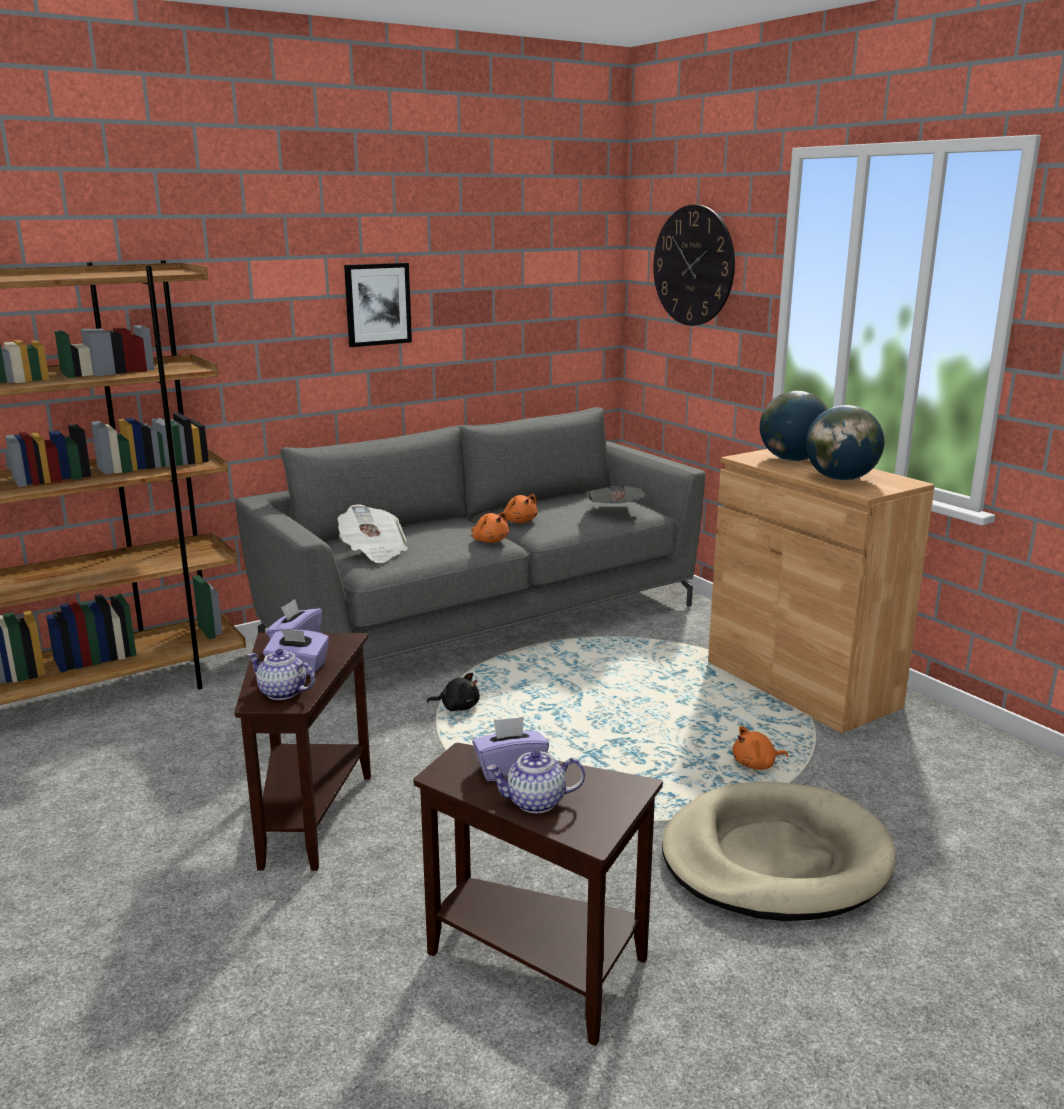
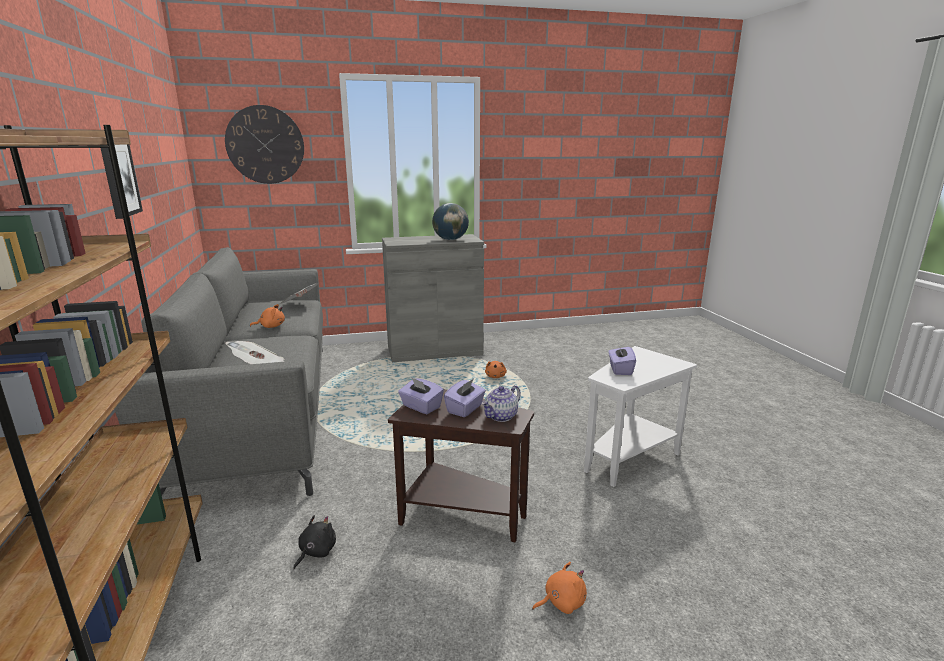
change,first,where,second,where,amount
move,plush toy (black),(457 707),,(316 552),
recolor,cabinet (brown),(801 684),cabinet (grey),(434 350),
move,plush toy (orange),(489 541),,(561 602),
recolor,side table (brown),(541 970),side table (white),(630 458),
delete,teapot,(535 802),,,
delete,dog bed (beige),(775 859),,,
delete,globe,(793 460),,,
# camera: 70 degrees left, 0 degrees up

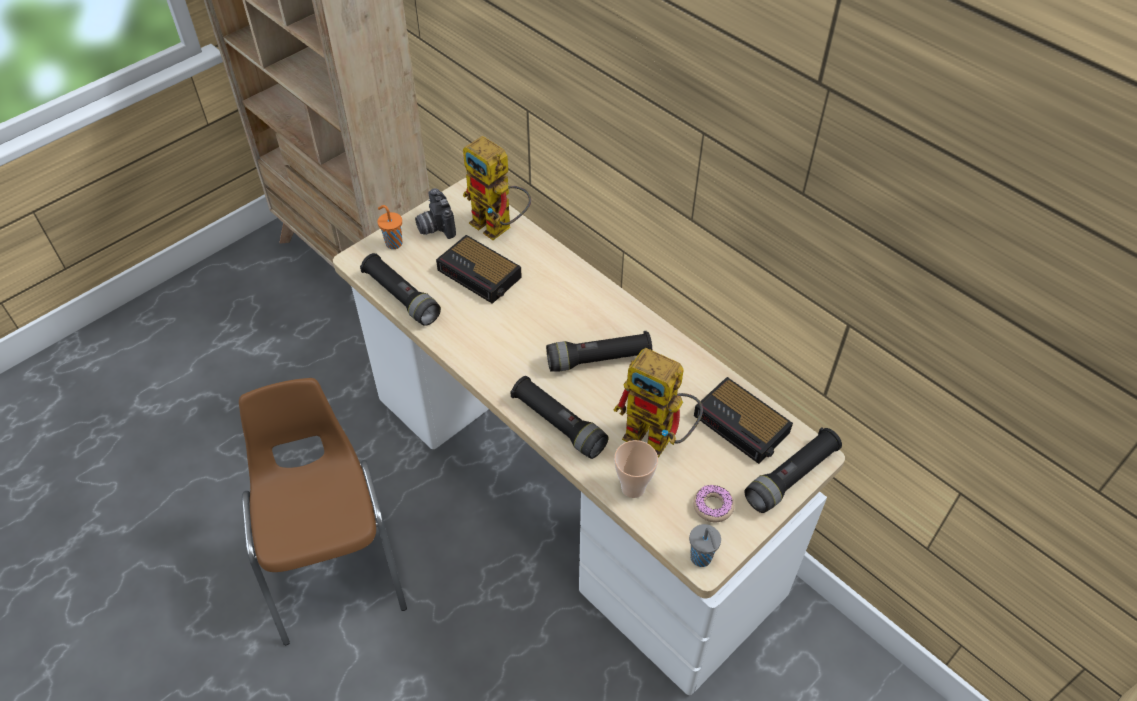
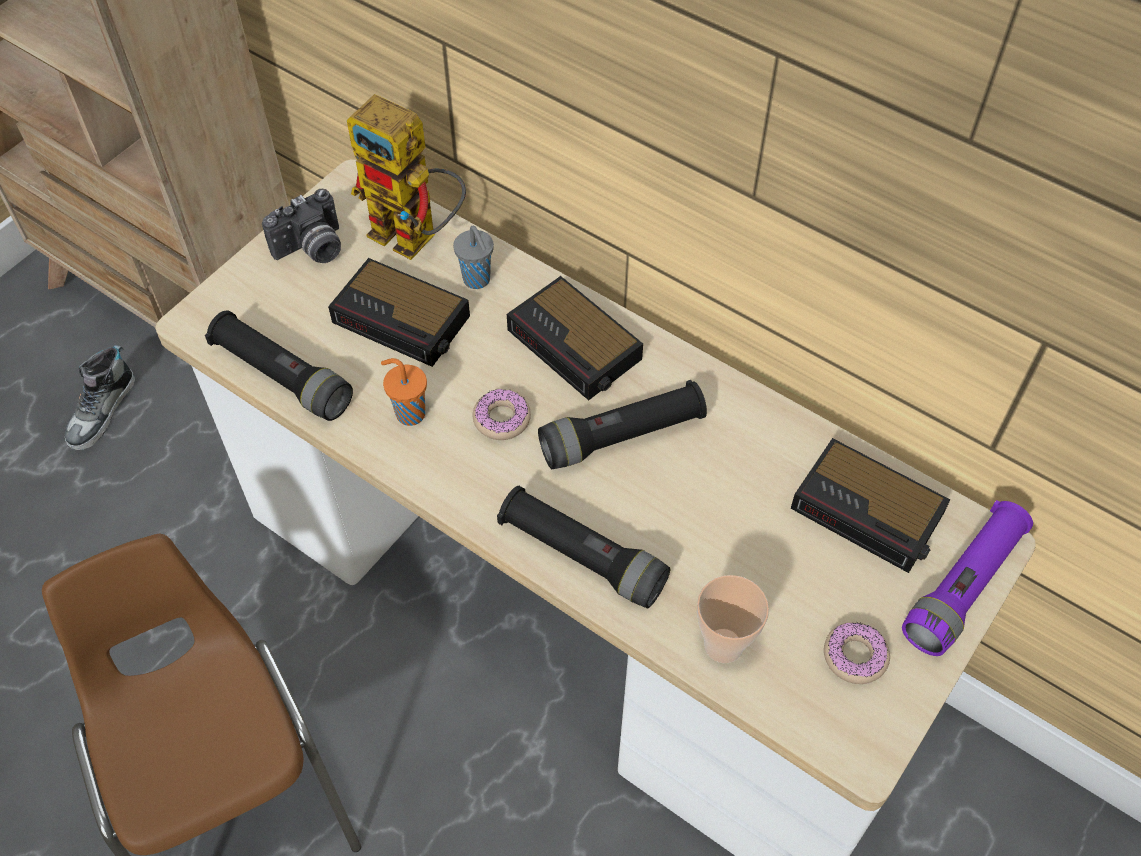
change,first,where,second,where,amount
insert,,,shoe,(102 411),
rotate,photo camera,(434 227),,(312 249),90 degrees counterclockwise
move,cup (orange),(393 243),,(409 413),
move,cup (grey),(701 559),,(477 280),
insert,,,donut,(502 419),
insert,,,alarm clock,(576 346),
recolor,flashlight (black),(791 477),flashlight (purple),(963 587),
delete,toy robot,(659 439),,,
# camera: 10 degrees left, 5 degrees up

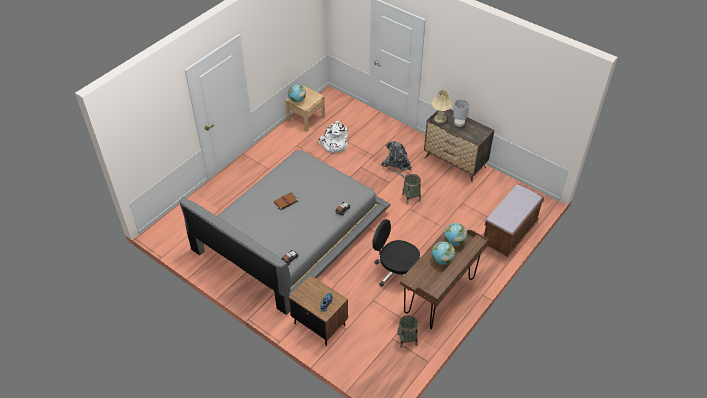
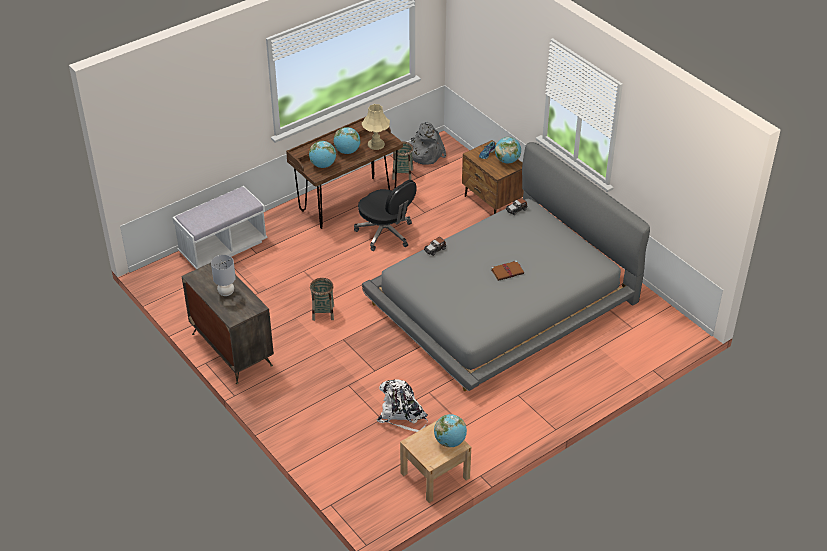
change,first,where,second,where,amount
recolor,bench (brown),(509 233),bench (white),(223 247),
move,table lamp (beige),(440 118),,(376 144),
move,backpack (grey),(397 165),,(424 154),
insert,,,globe,(507 160),
# camera: 165 degrees left, 5 degrees down

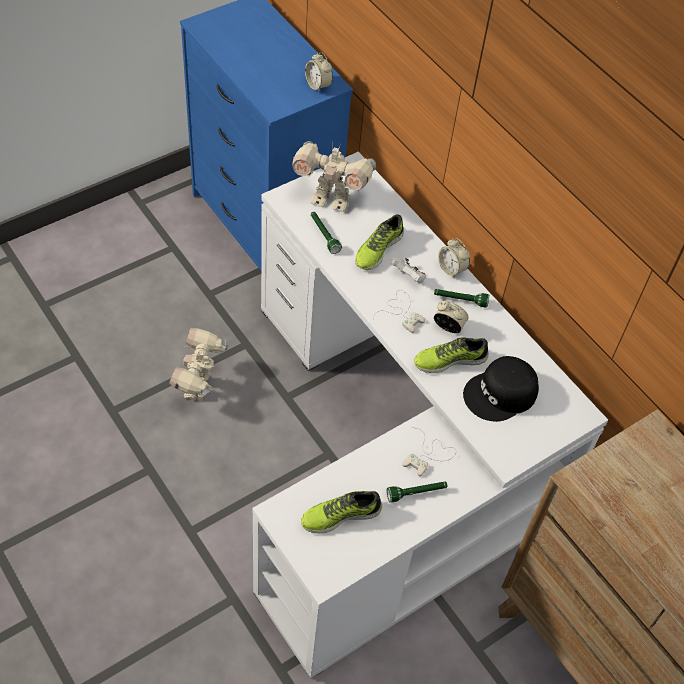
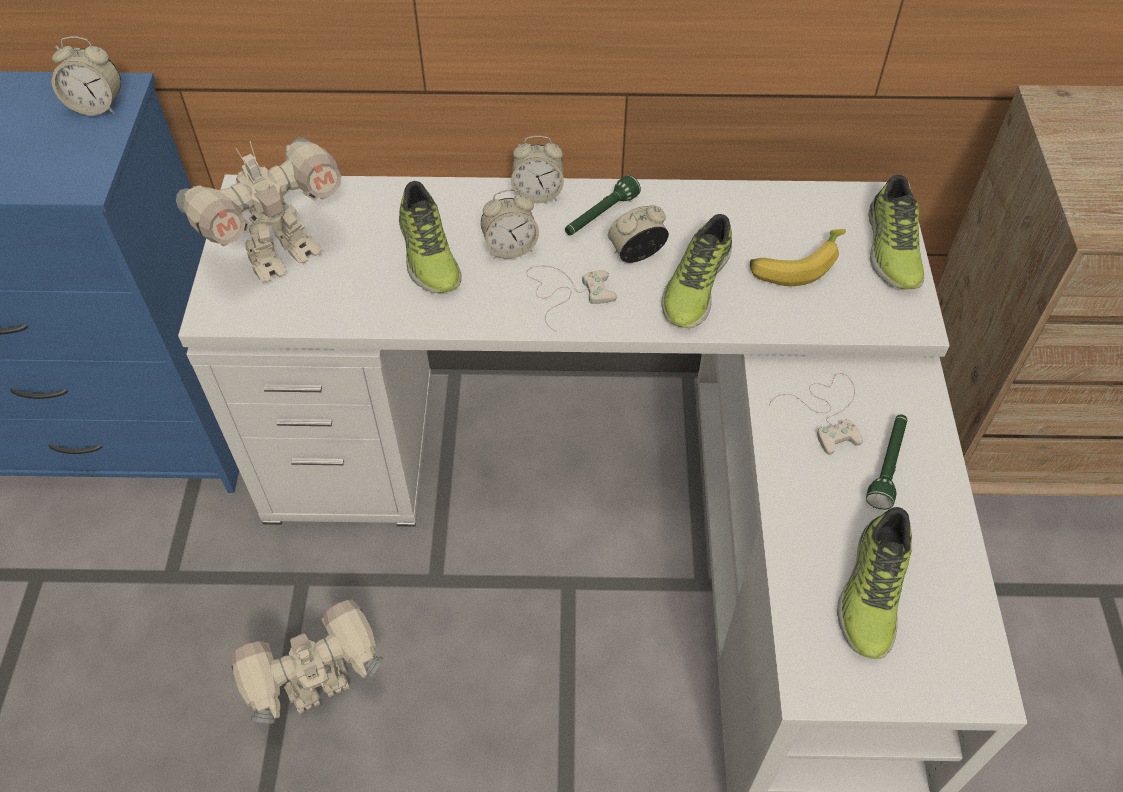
change,first,where,second,where,amount
rotate,toy robot,(200 387),,(322 692),105 degrees clockwise
replace,game controller (white),(408 277),alarm clock,(510 248),
replace,cap (black),(501 394),banana,(795 263),
insert,,,shoe,(891 248),
delete,flashlight (green),(324 235),,,
# camera: 50 degrees left, 0 degrees up

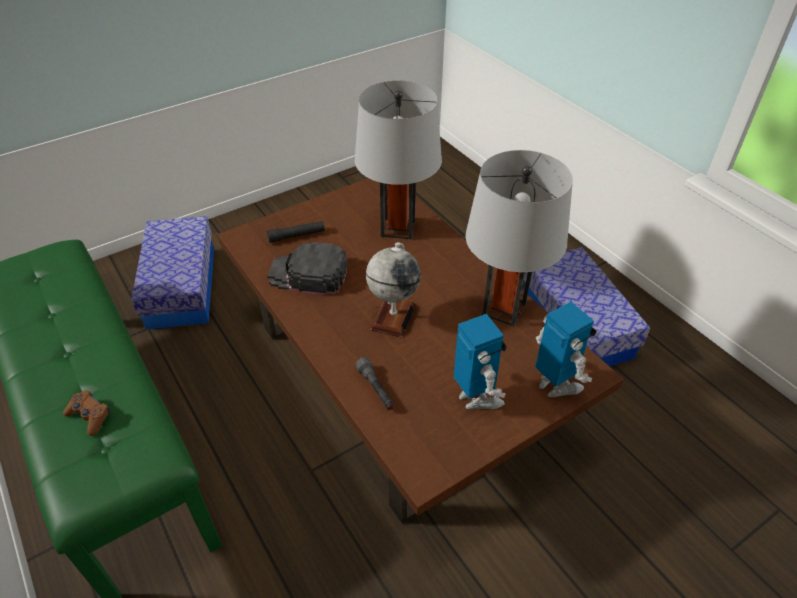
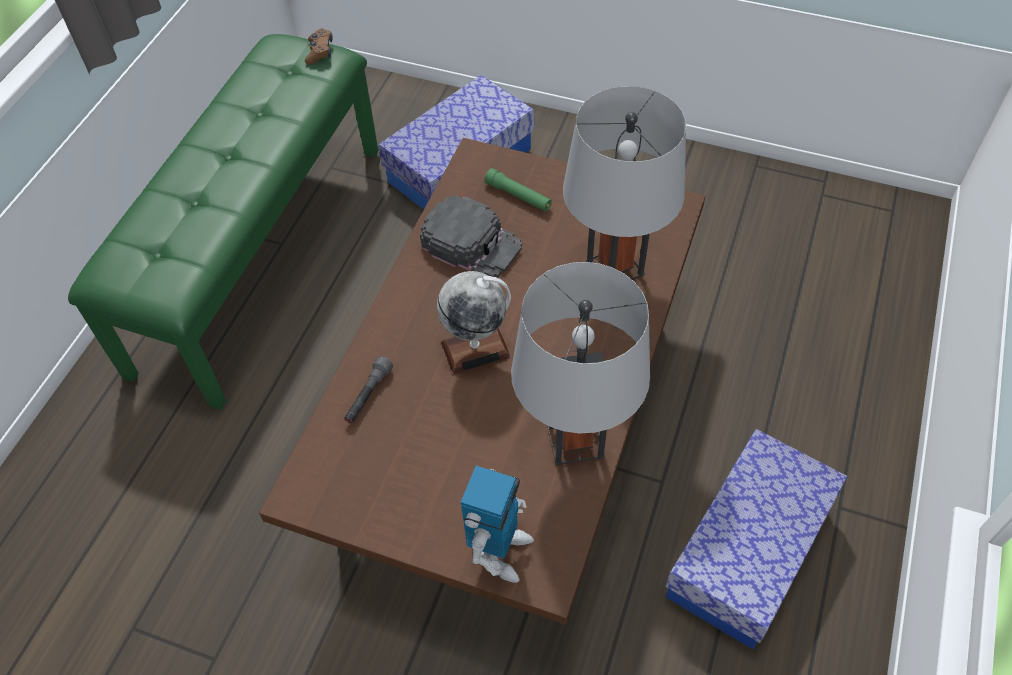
change,first,where,second,where,amount
move,game controller (brown),(90 416),,(320 52),
rotate,cap (black),(308 274),,(472 243),150 degrees clockwise
recolor,flashlight (black),(297 236),flashlight (green),(518 196),
delete,toy robot,(476 397),,,
# camera: 55 degrees right, 10 degrees up

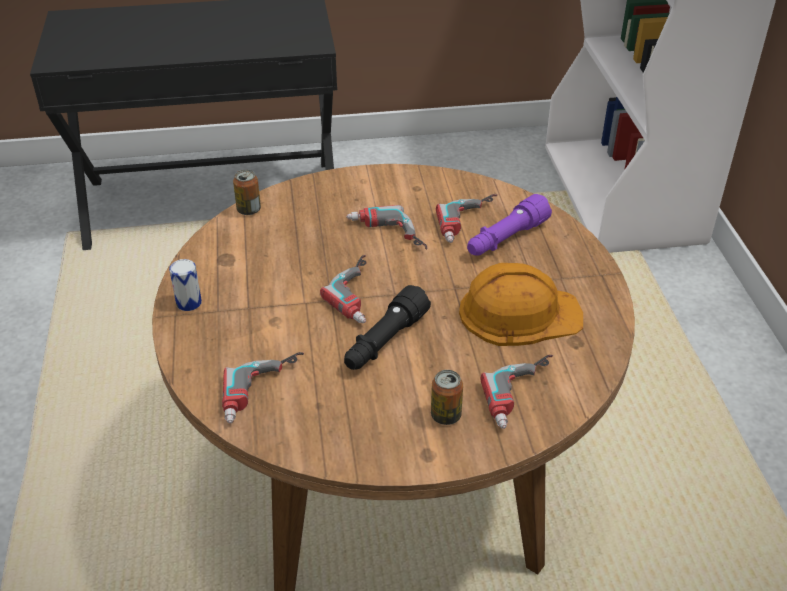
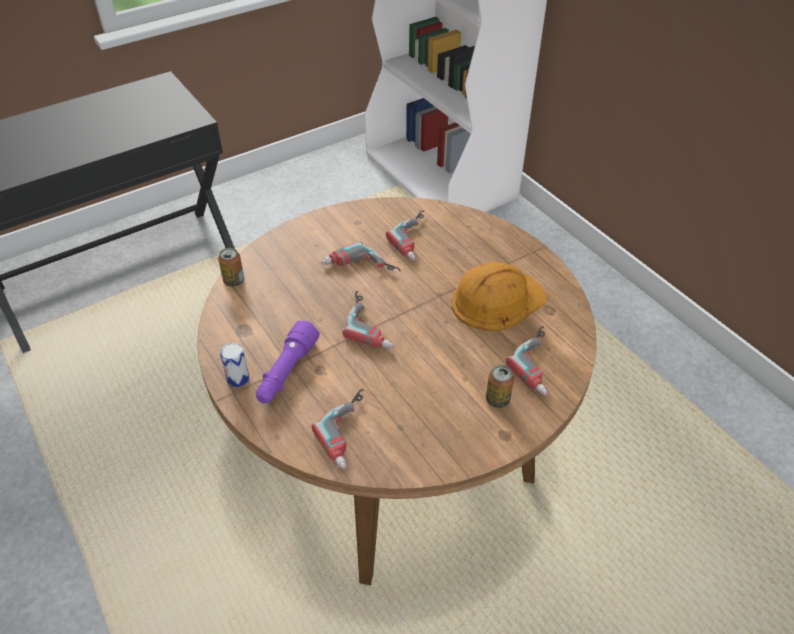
change,first,where,second,where,amount
move,flashlight (purple),(505 239),,(287 372),
delete,flashlight (black),(384 341),,,
# camera: 25 degrees left, 5 degrees up

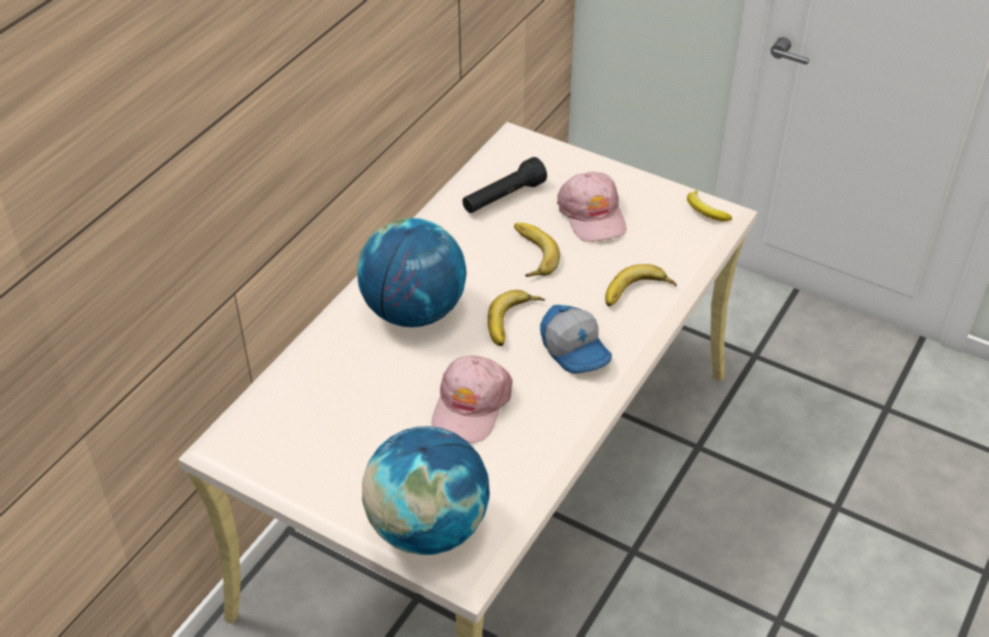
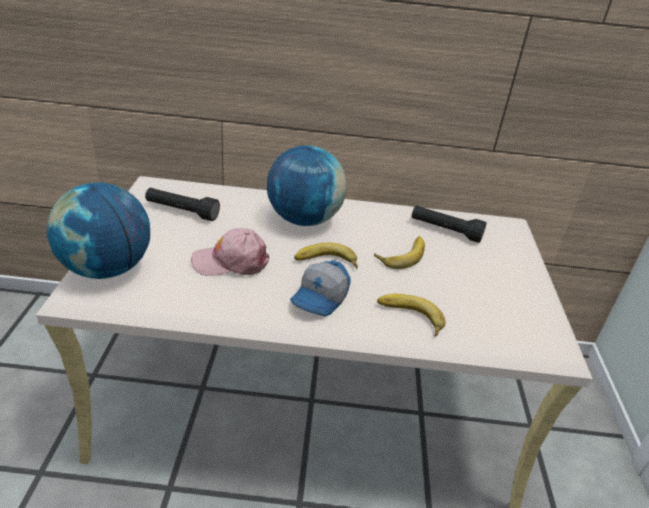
change,first,where,second,where,amount
insert,,,flashlight (black),(182 211),
delete,cap (pink),(592 215),,,
delete,banana,(705 211),,,
# camera: 60 degrees right, 10 degrees down

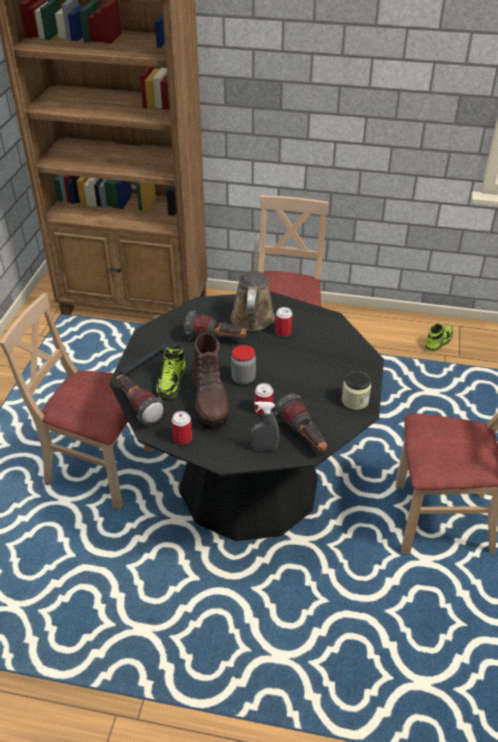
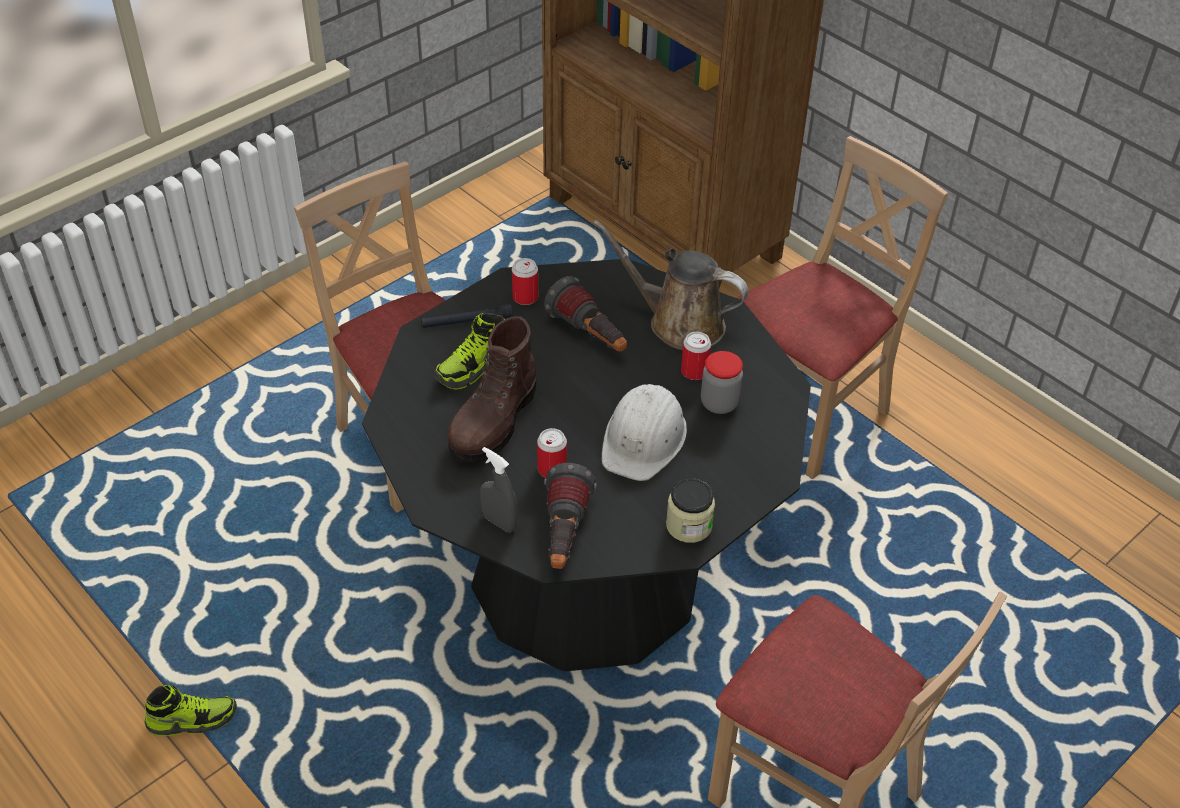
change,first,where,second,where,amount
move,shoe,(438 342),,(192 719),
move,can,(182 438),,(525 297),
rotate,watering can (brown),(252 314),,(679 323),105 degrees counterclockwise
insert,,,hard hat (white),(644 438),
move,jar,(243 378),,(719 403),
delete,flashlight,(138 407),,,
# camera: 35 degrees right, 5 degrees up

